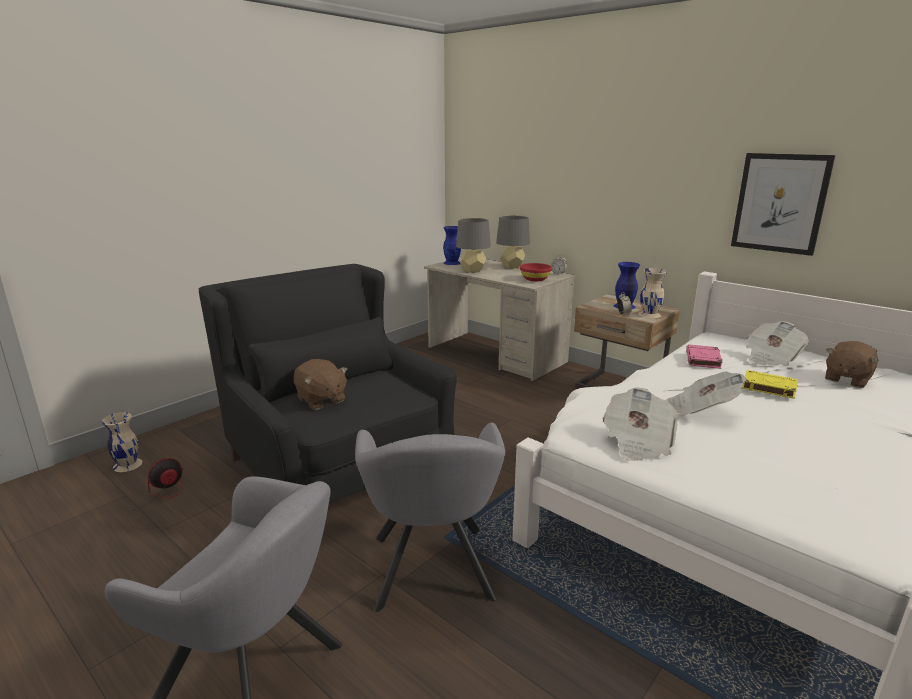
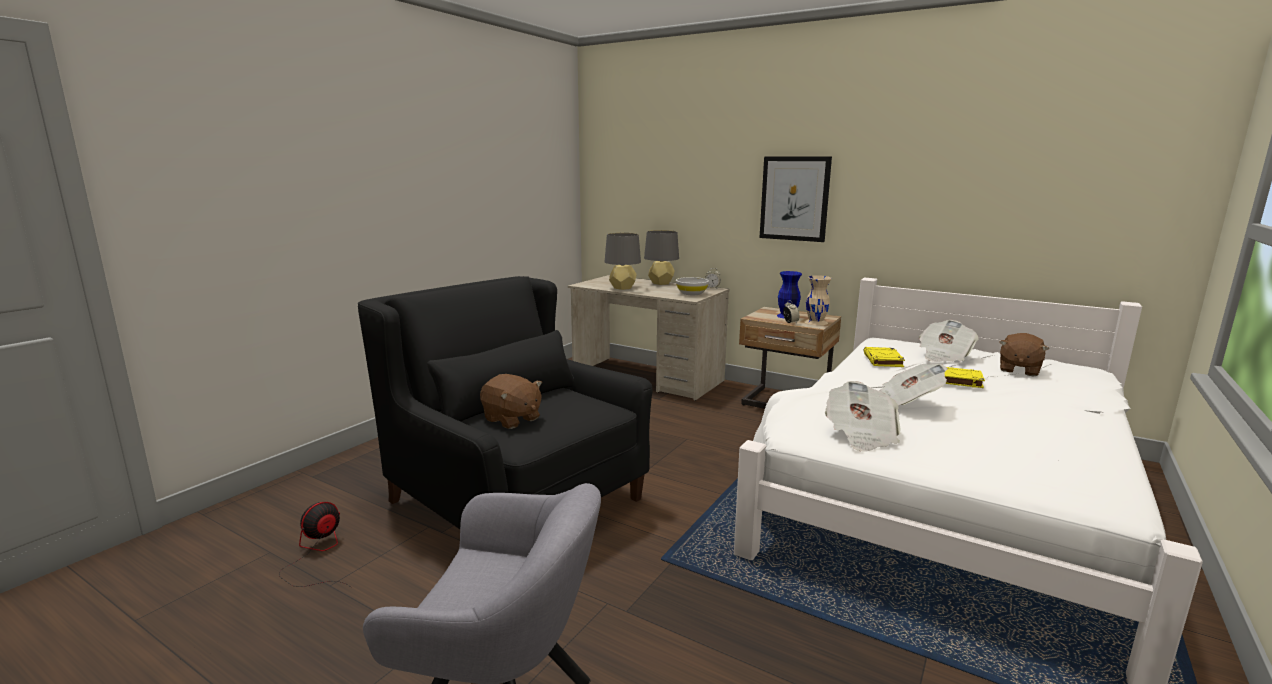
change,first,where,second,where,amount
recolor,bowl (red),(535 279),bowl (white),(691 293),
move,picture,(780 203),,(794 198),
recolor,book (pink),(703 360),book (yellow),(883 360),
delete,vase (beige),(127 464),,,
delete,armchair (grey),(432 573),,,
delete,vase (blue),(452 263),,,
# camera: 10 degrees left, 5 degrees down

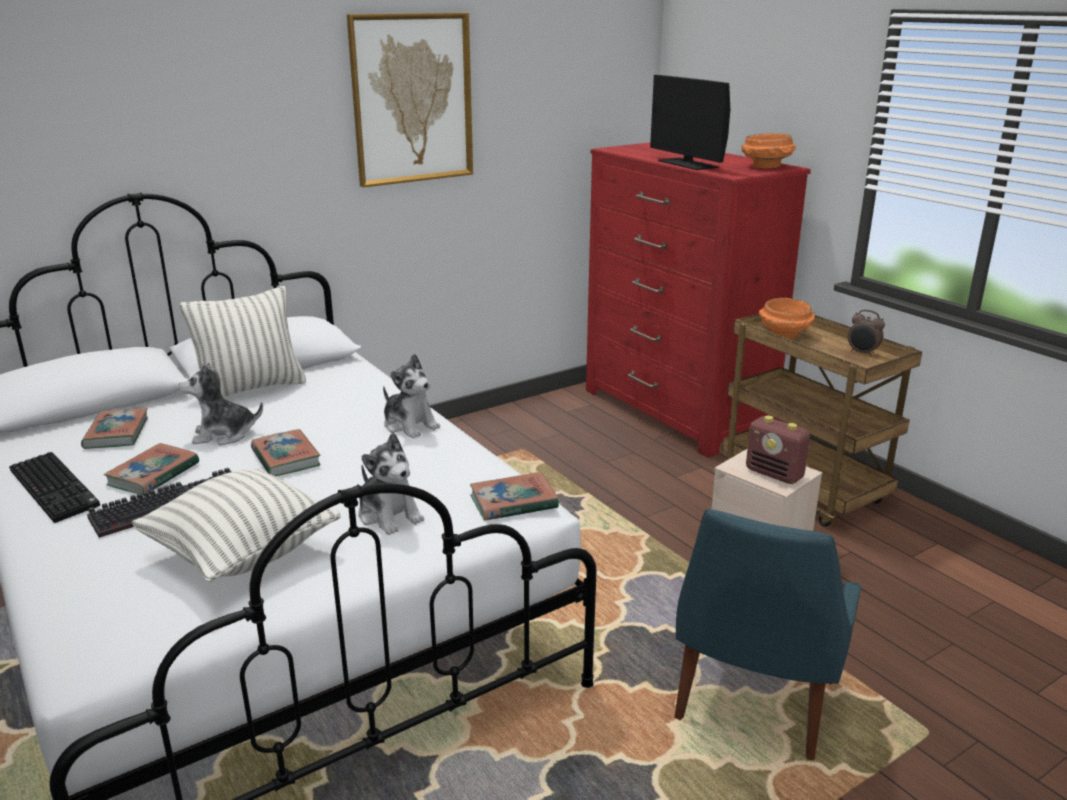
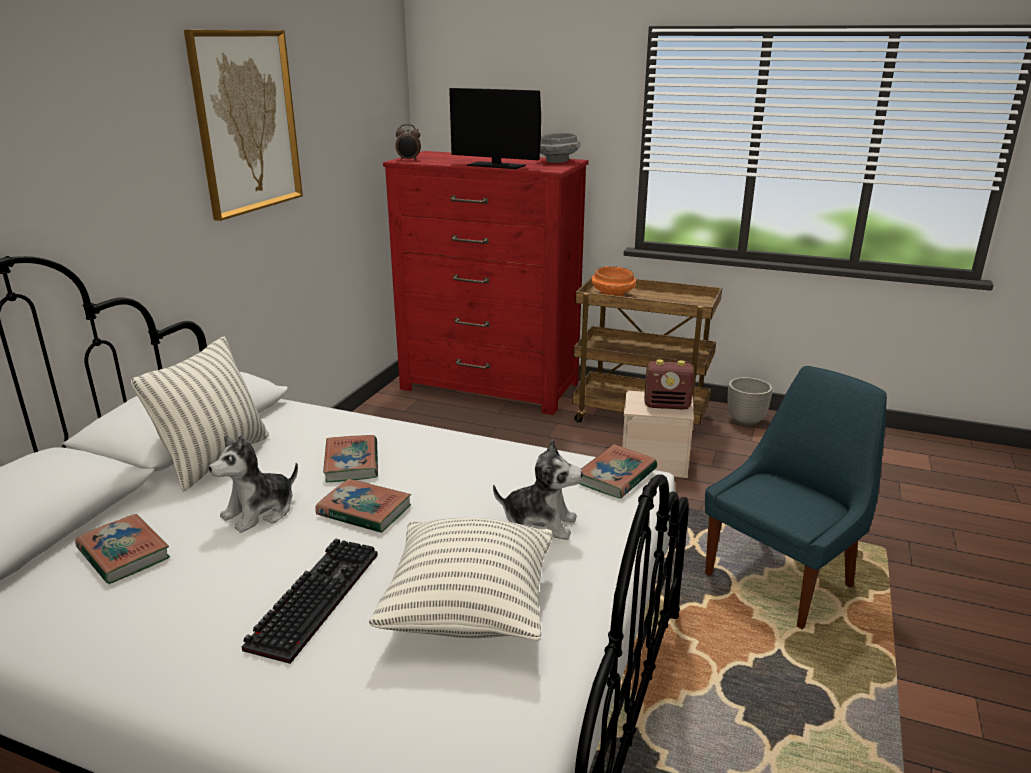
change,first,where,second,where,amount
move,book,(153 474),,(352 463),
move,alarm clock,(862 353),,(409 160),
recolor,bowl (orange),(766 167),bowl (grey),(558 161),
rotate,chair (blue),(752 705),,(782 578),120 degrees counterclockwise
insert,,,planter,(746 421),
delete,keyboard,(57 488),,,
delete,plush toy,(410 425),,,
# camera: 35 degrees left, 0 degrees up

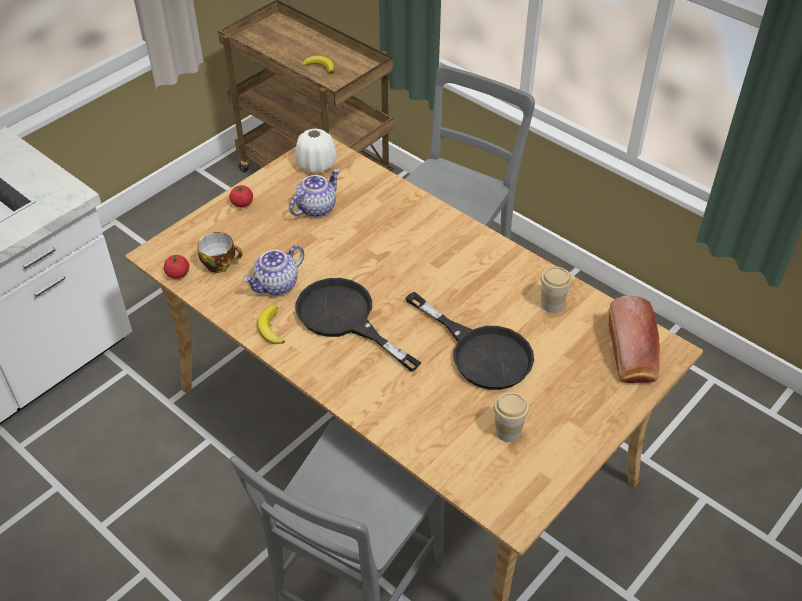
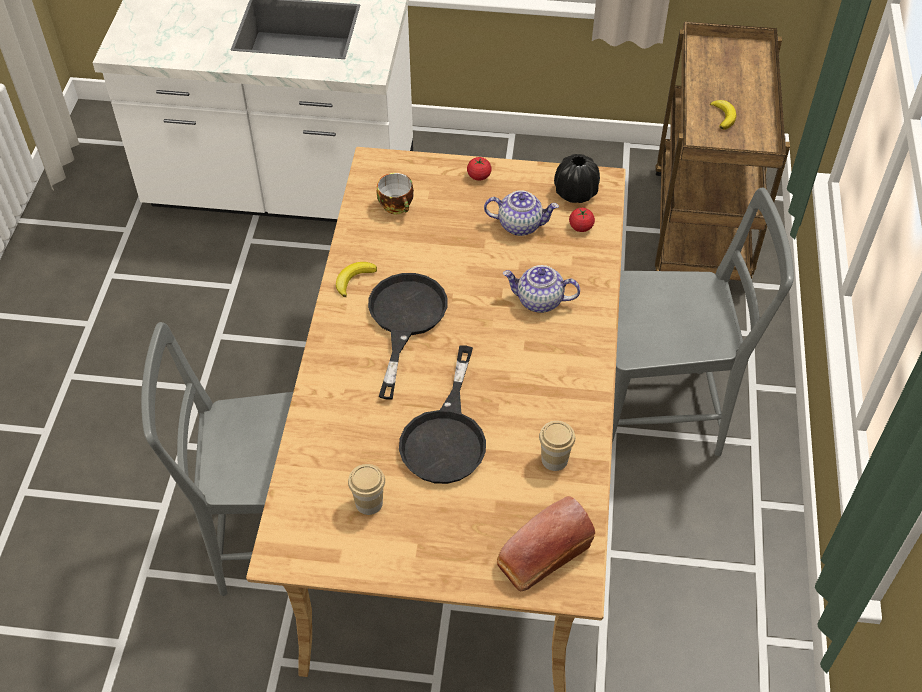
change,first,where,second,where,amount
move,teapot,(277 285),,(539 301),
recolor,vase (white),(316 165),vase (black),(575 193),
move,tomato,(178 274),,(581 227),
# camera: 55 degrees right, 5 degrees up

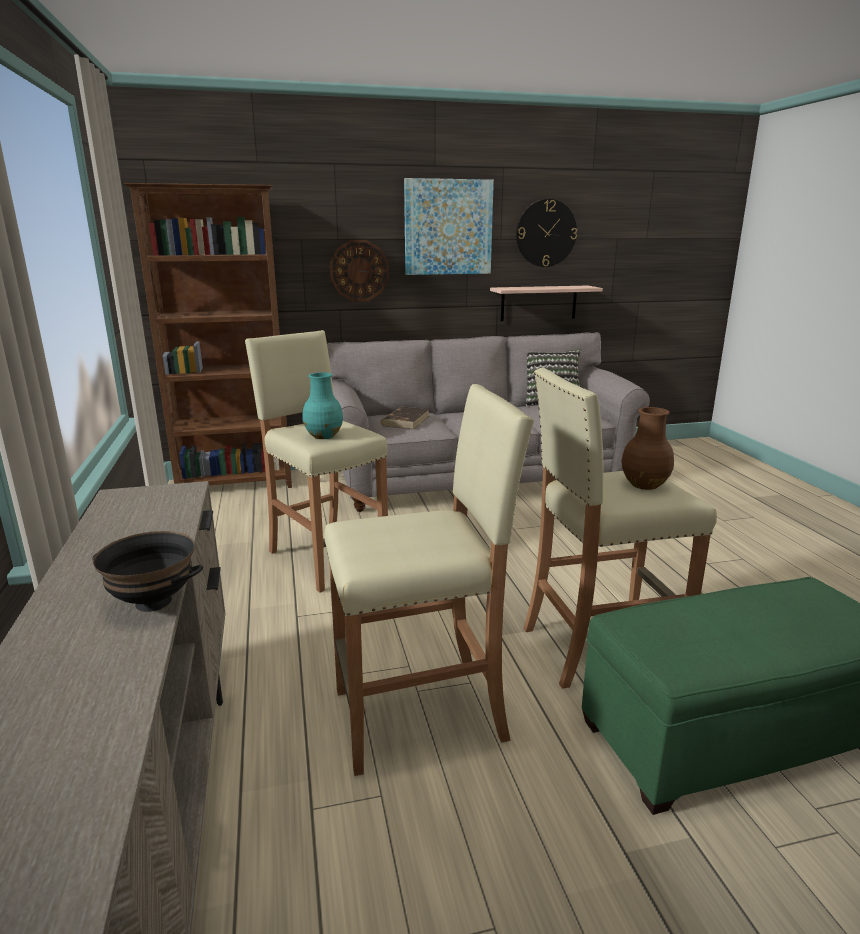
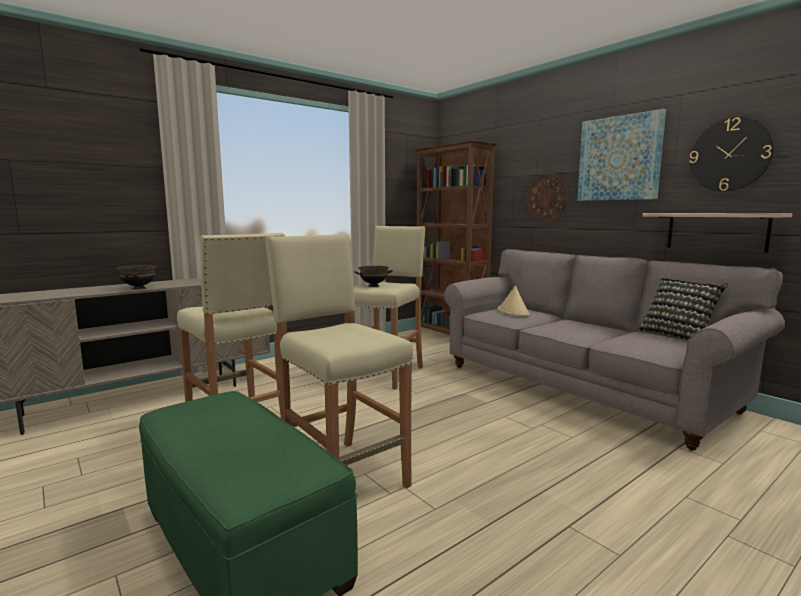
change,first,where,second,where,amount
replace,vase (turquoise),(323 436),bowl (black),(373 286),
replace,book (brown),(406 420),hat (beige),(513 312),
delete,vase (brown),(644 484),,,
# camera: 65 degrees right, 10 degrees down

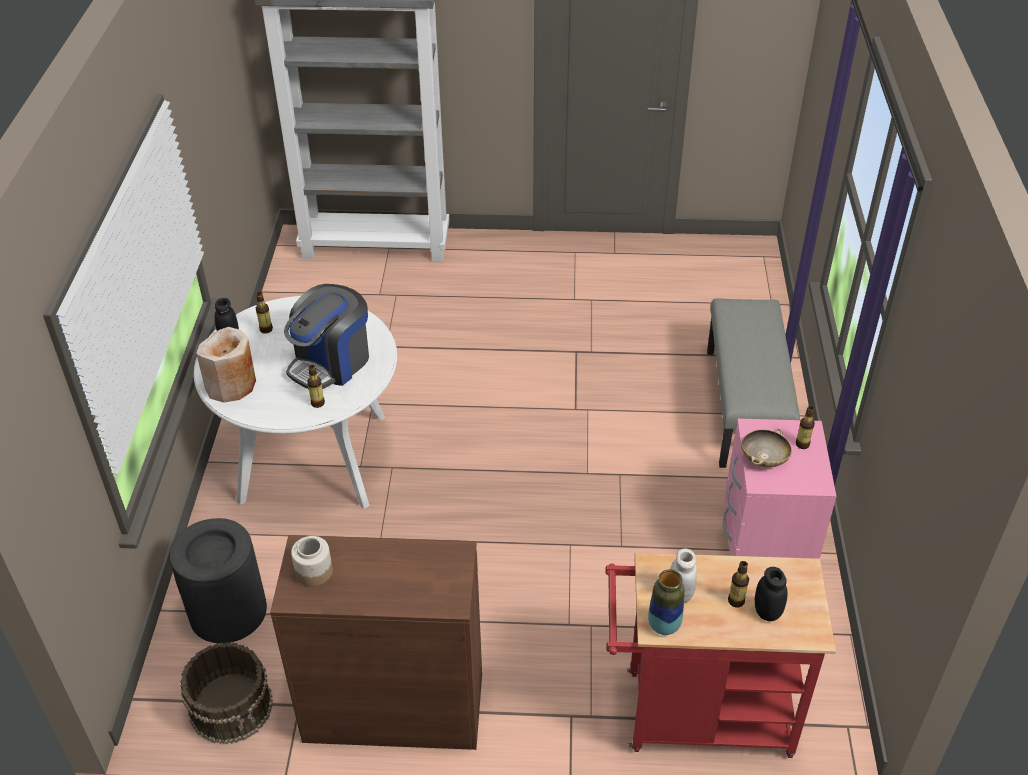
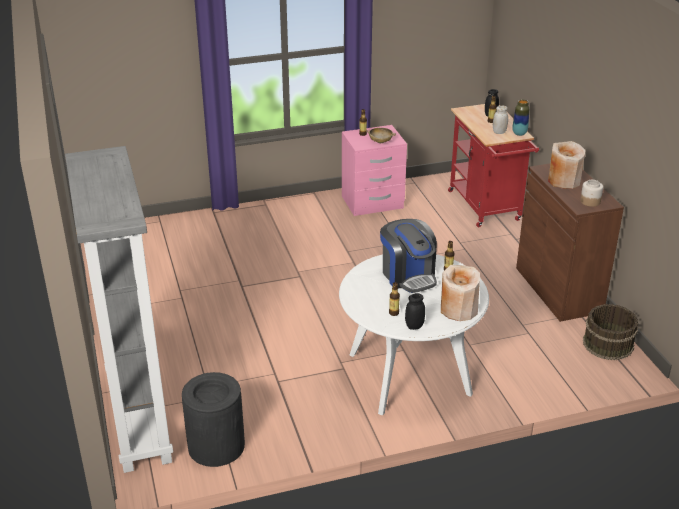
change,first,where,second,where,amount
move,trash can (black),(227 611),,(216 446),
rotate,coffee machine,(331 363),,(408 275),45 degrees clockwise
insert,,,vase (beige),(563 181),
delete,bench (grey),(746 408),,,
# camera: 110 degrees left, 10 degrees down

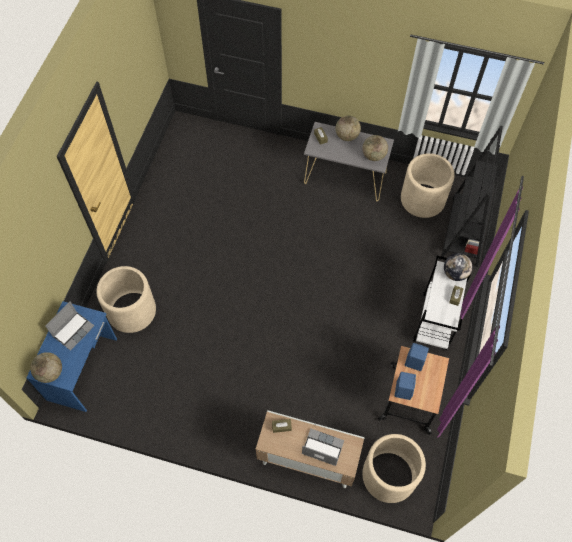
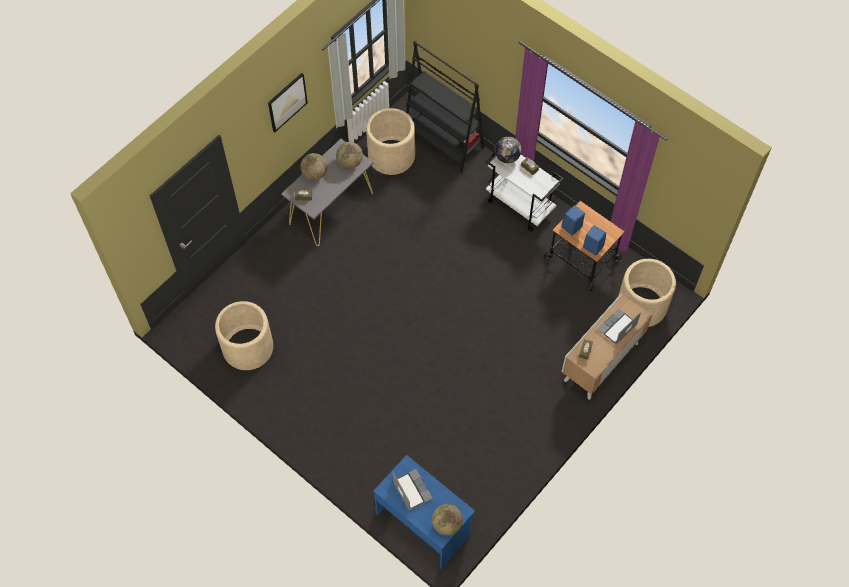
change,first,where,second,where,amount
move,planter (beige),(132 311),,(248 347),
insert,,,picture,(287 102),
# camera: 65 degrees left, 0 degrees up

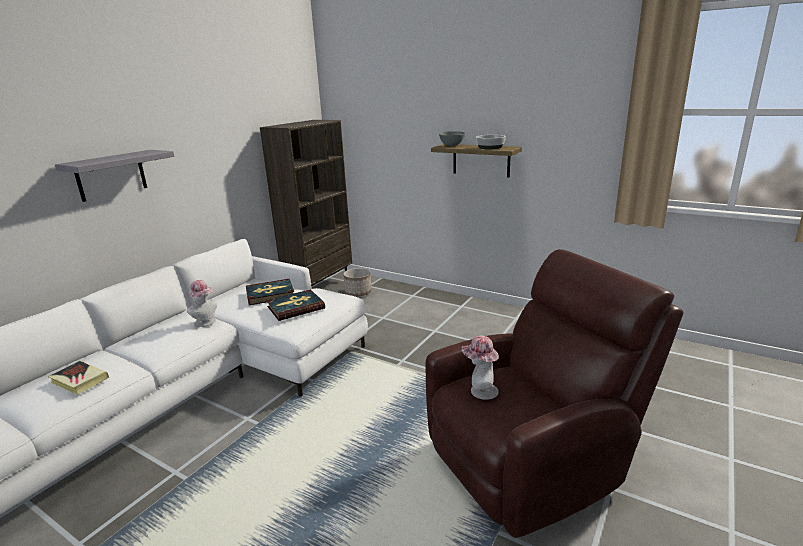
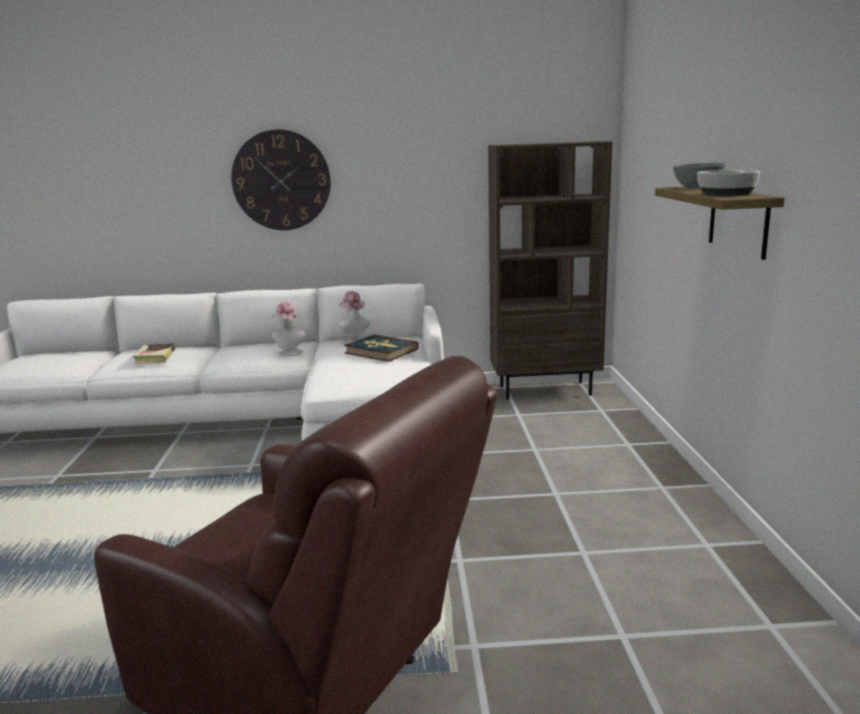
change,first,where,second,where,amount
replace,shelf (grey),(111 175),wall clock,(281 180),
move,hat,(480 391),,(354 339),
delete,book,(295 307),,,
delete,planter,(358 292),,,
# camera: 55 degrees right, 5 degrees down

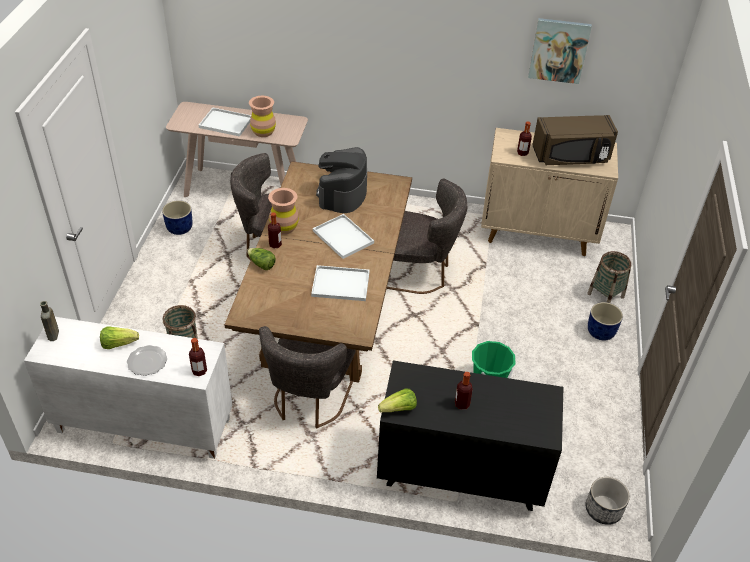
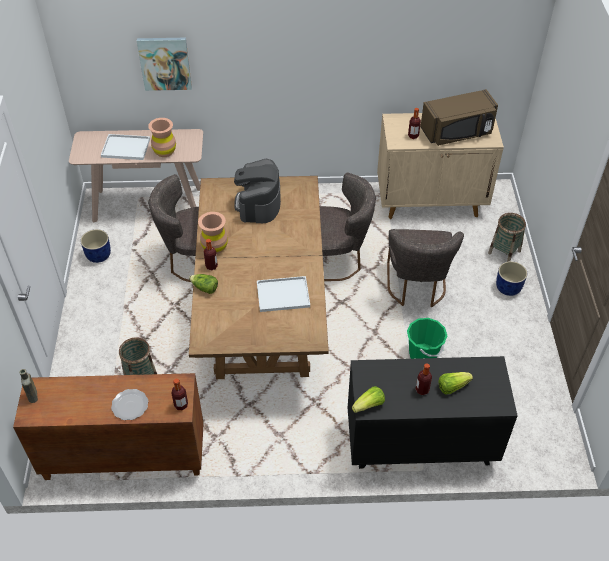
change,first,where,second,where,amount
recolor,cabinet (white),(142 426),cabinet (brown),(123 458),
move,picture,(559 50),,(165 63),
move,chair (grey),(309 401),,(416 287),
move,lettuce,(118 344),,(452 386),
delete,tray (white),(344 237),,,
delete,planter,(603 509),,,
# camera: 10 degrees left, 5 degrees up

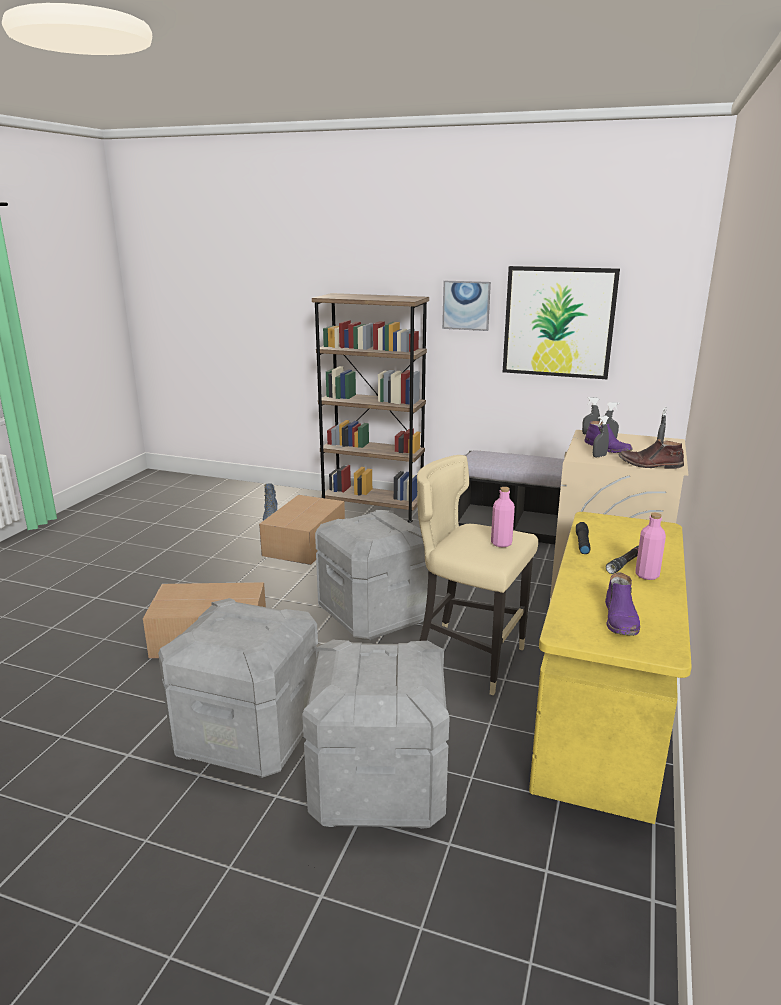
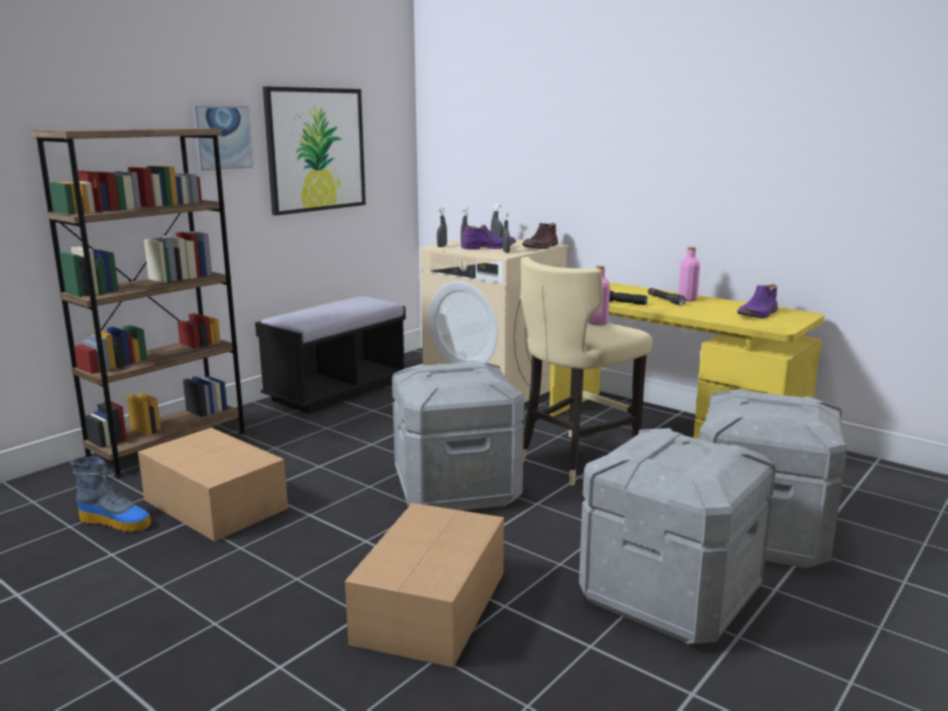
change,first,where,second,where,amount
rotate,boot (purple),(621 620),,(758 314),105 degrees clockwise
# camera: 70 degrees left, 5 degrees down

